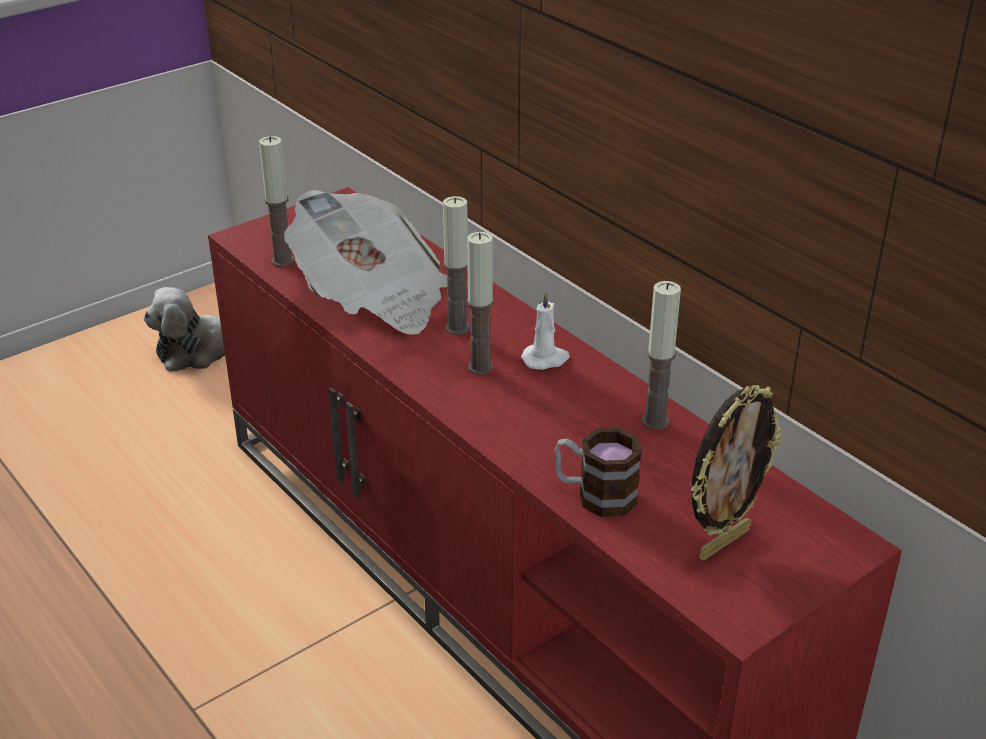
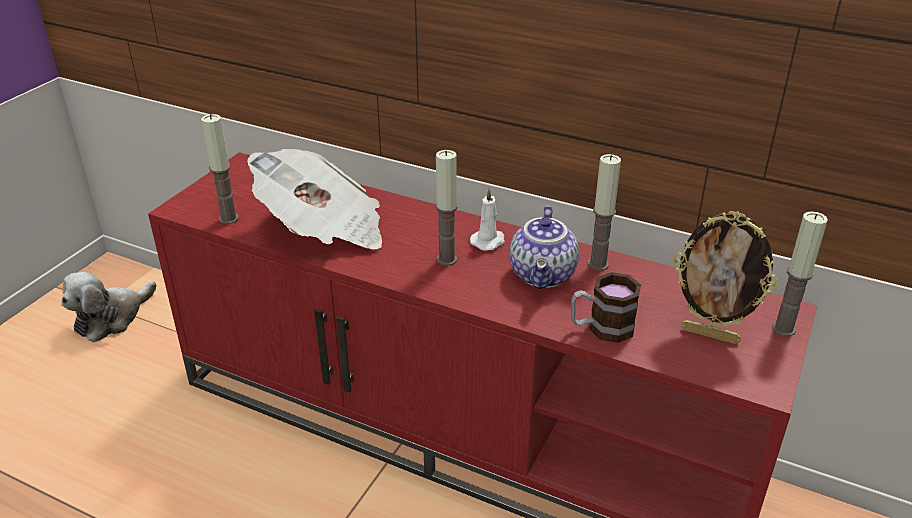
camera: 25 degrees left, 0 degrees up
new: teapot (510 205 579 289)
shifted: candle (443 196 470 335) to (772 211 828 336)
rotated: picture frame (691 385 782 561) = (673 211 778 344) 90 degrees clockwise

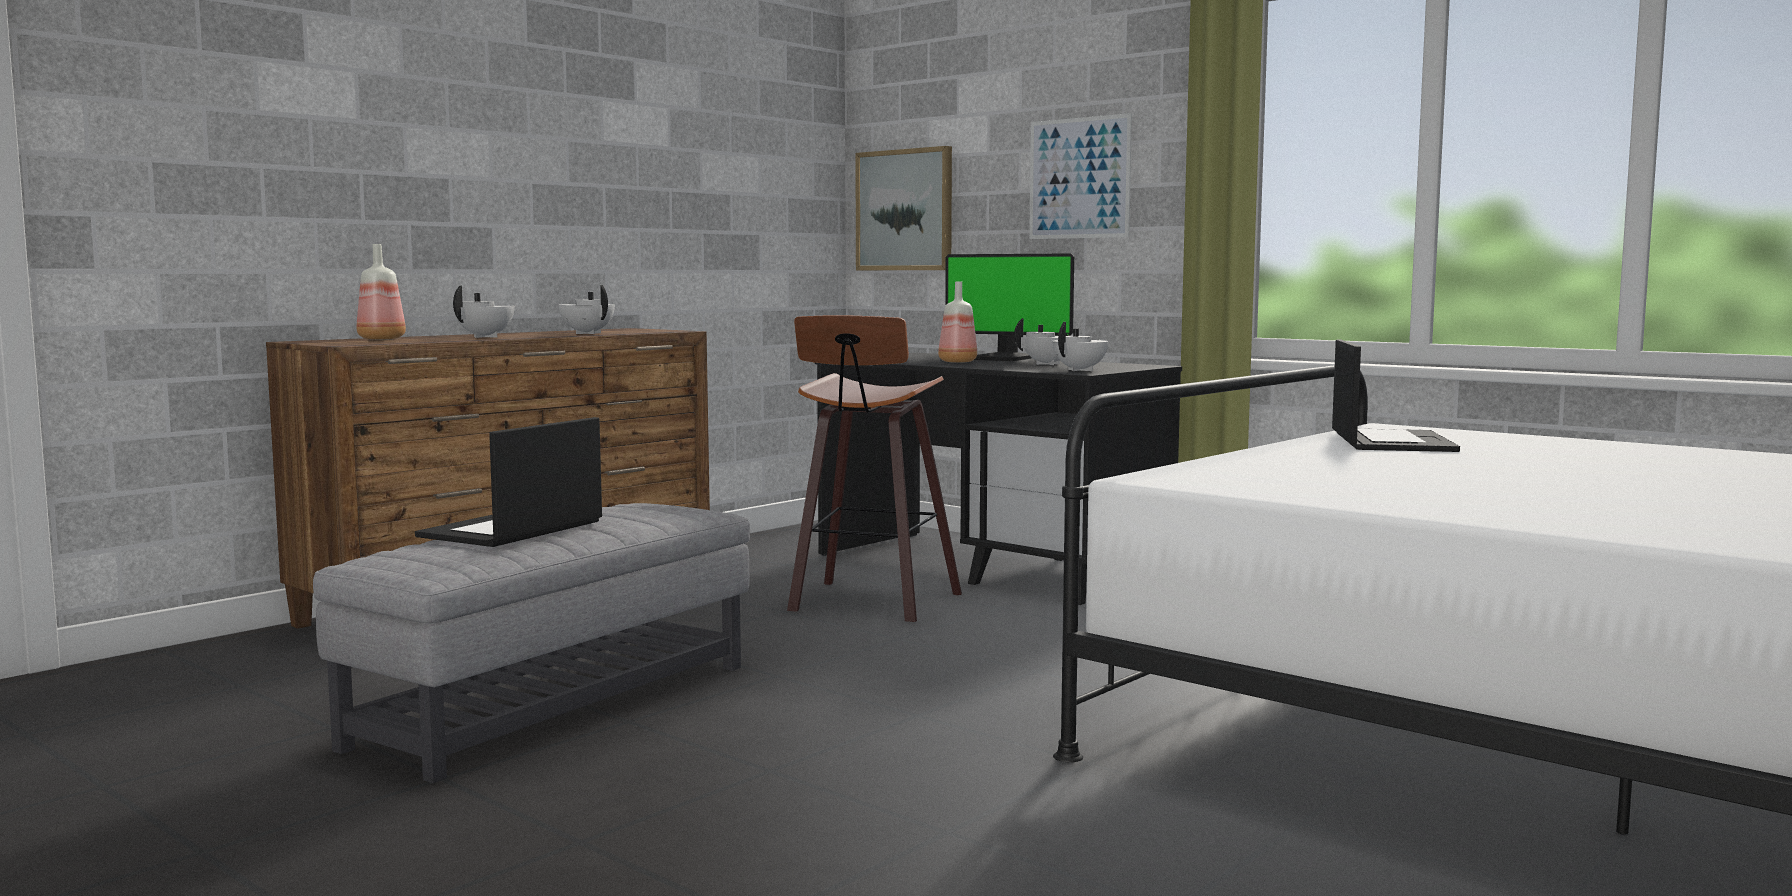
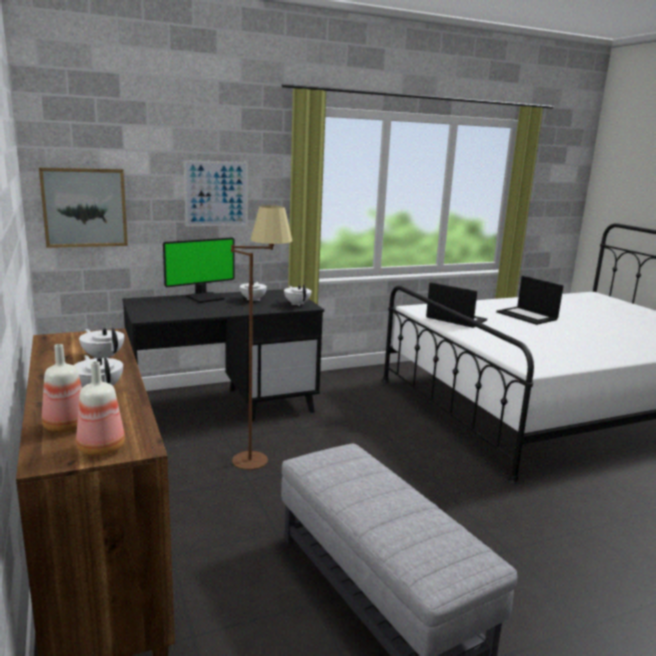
camera: 65 degrees left, 10 degrees up
shifted: laptop (415 417 602 547) to (496 276 563 325); bottle (938 281 977 363) to (76 361 125 456)
swapped: stool (787 315 962 622) to brown floor lamp (231 205 292 470)
rotated: white teapot (558 285 615 334) = (79 327 124 359) 60 degrees clockwise

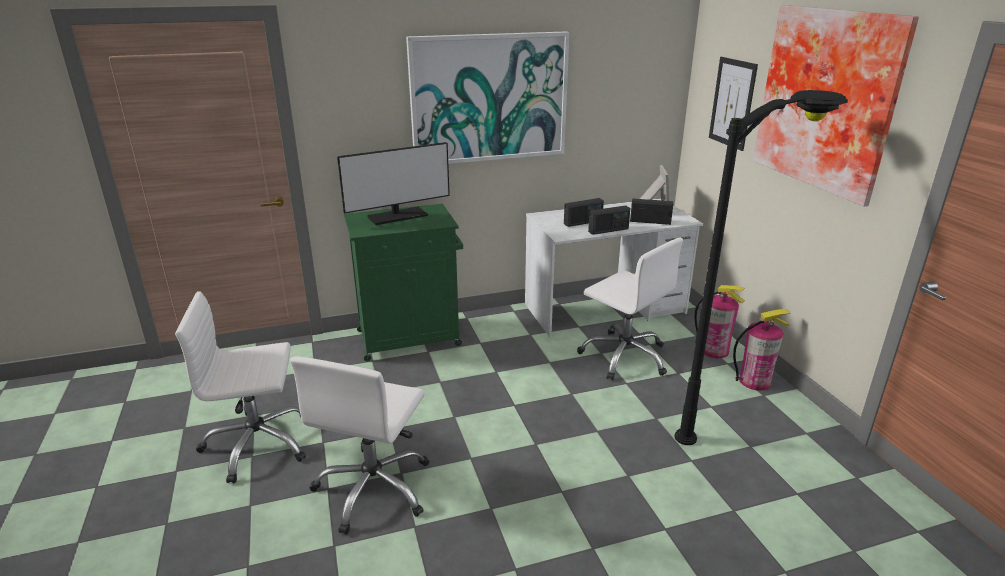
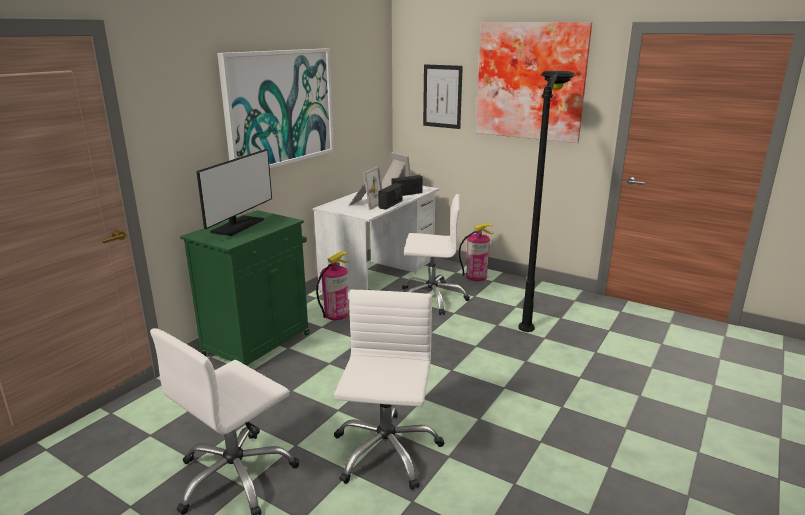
camera: 40 degrees left, 5 degrees down
shifted: fire extinguisher (733 309 791 391) to (316 251 349 320)
swapped: radio (564 198 604 227) to picture frame (349 166 382 210)
rotated: white office chair (290 356 429 535) = (334 290 444 490) 150 degrees counterclockwise

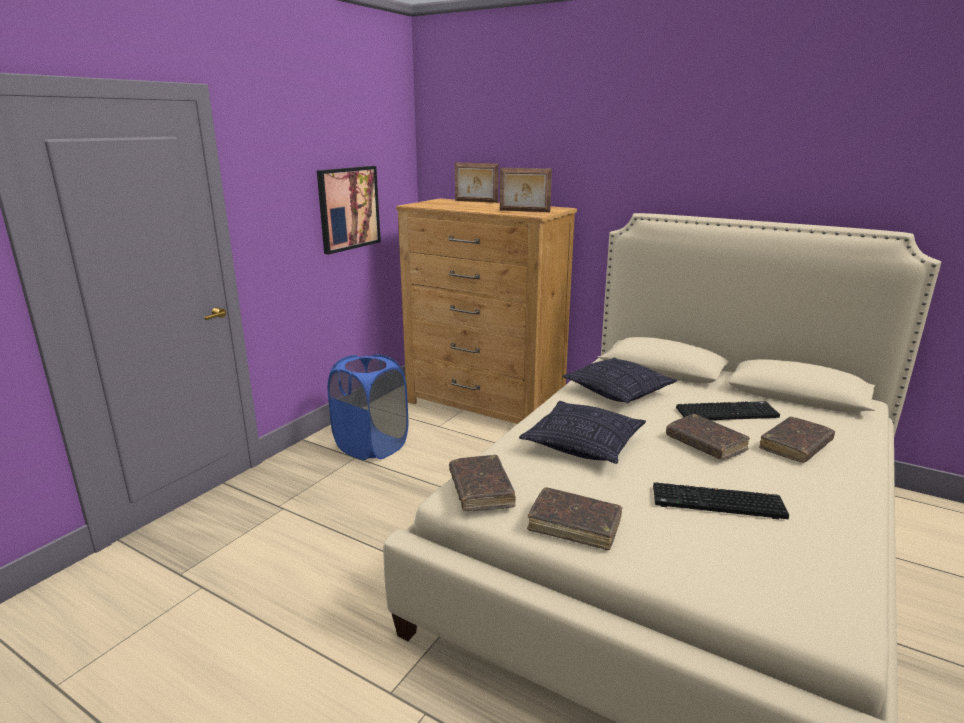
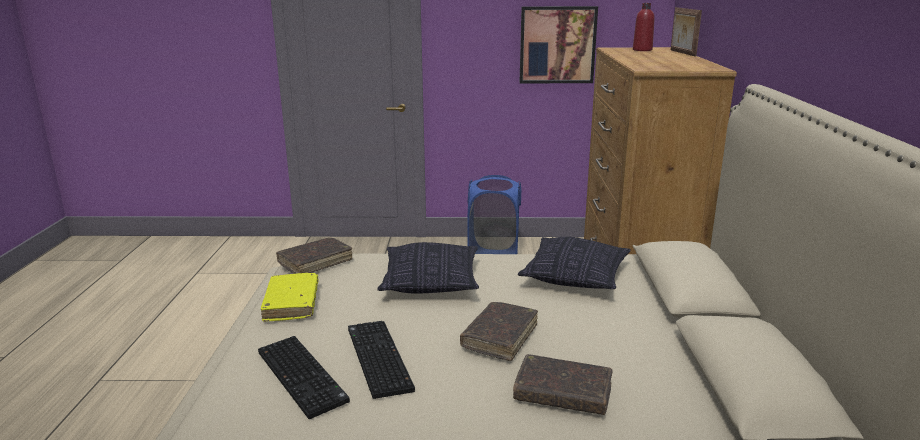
camera: 60 degrees right, 0 degrees up
gone: picture frame (500 168 552 212)
new: red bottle (633 3 655 51)
shifted: keyboard (676 401 780 420) to (258 336 350 419)
repainted: brown book (527 487 623 550) to yellow book (261 273 318 322)

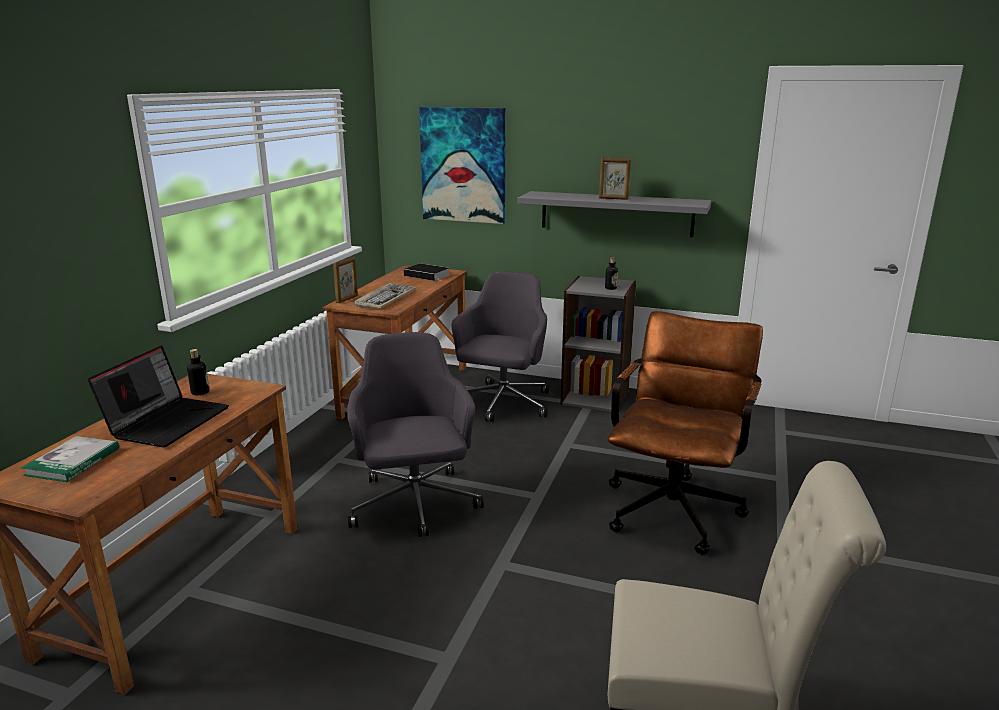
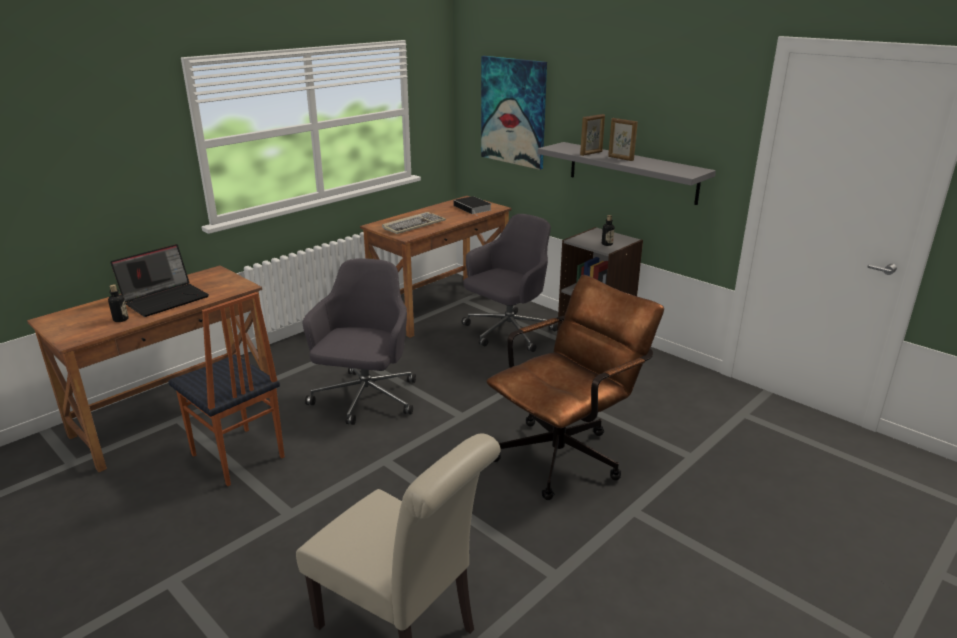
camera: 25 degrees right, 5 degrees up
gone: book (21 436 119 482)
new: chair (168 292 285 486)
shifted: bottle (187 349 209 395) to (108 284 129 322); picture frame (333 257 358 303) to (580 114 605 156)

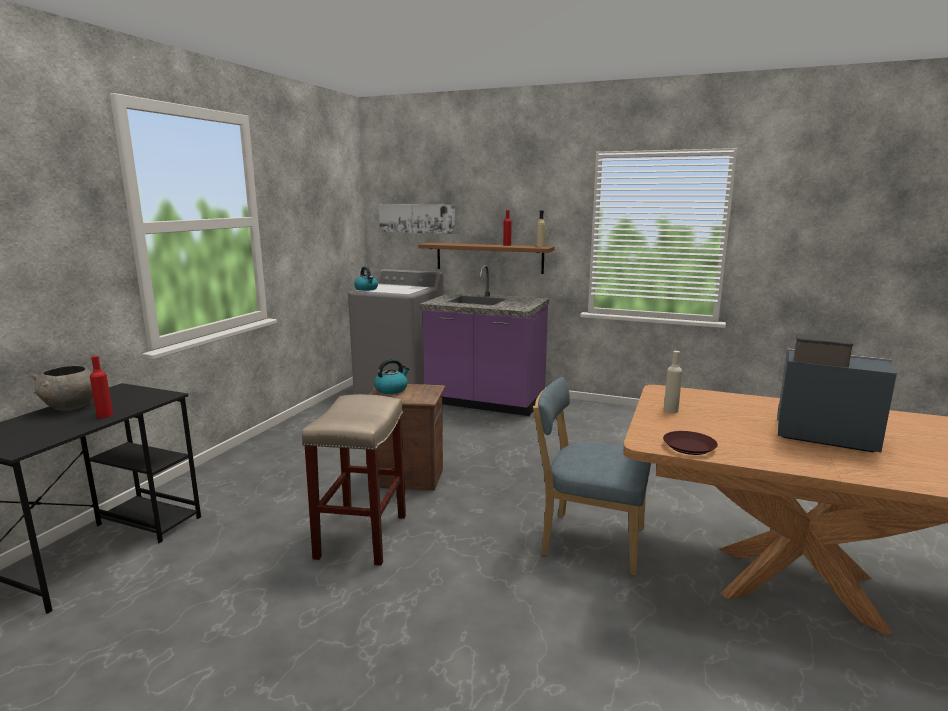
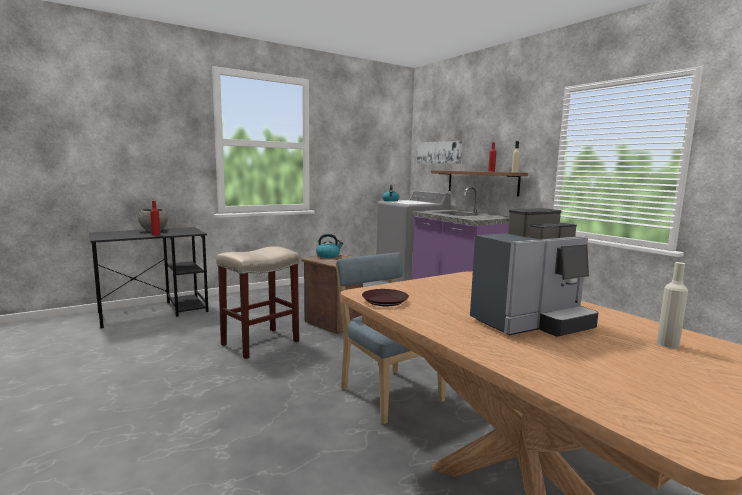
camera: 35 degrees right, 5 degrees down
shifted: beige bottle (664 351 682 413) to (657 262 688 348)
rotated: coffee machine (777 334 897 452) = (470 208 598 337) 90 degrees clockwise

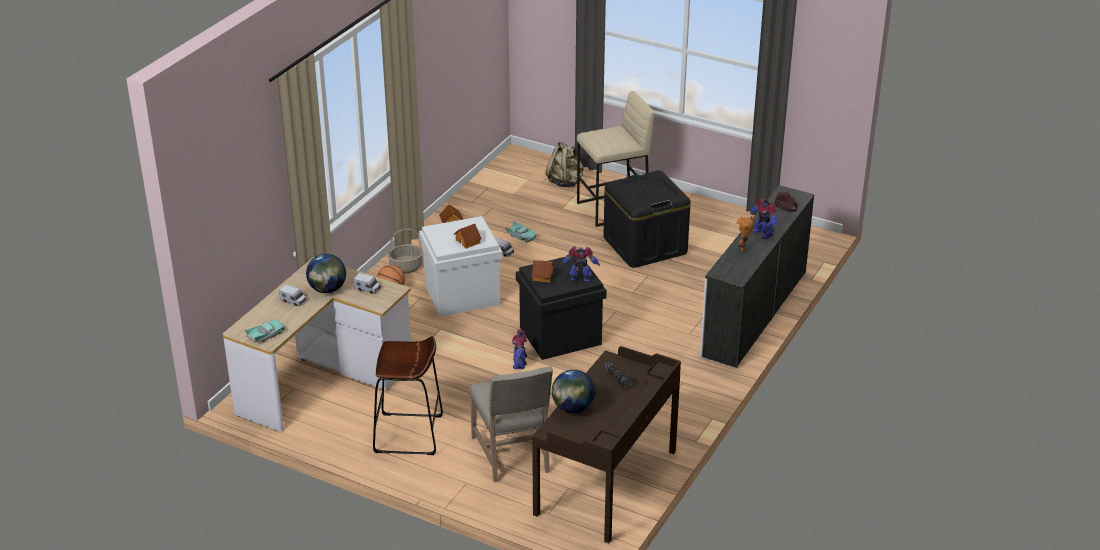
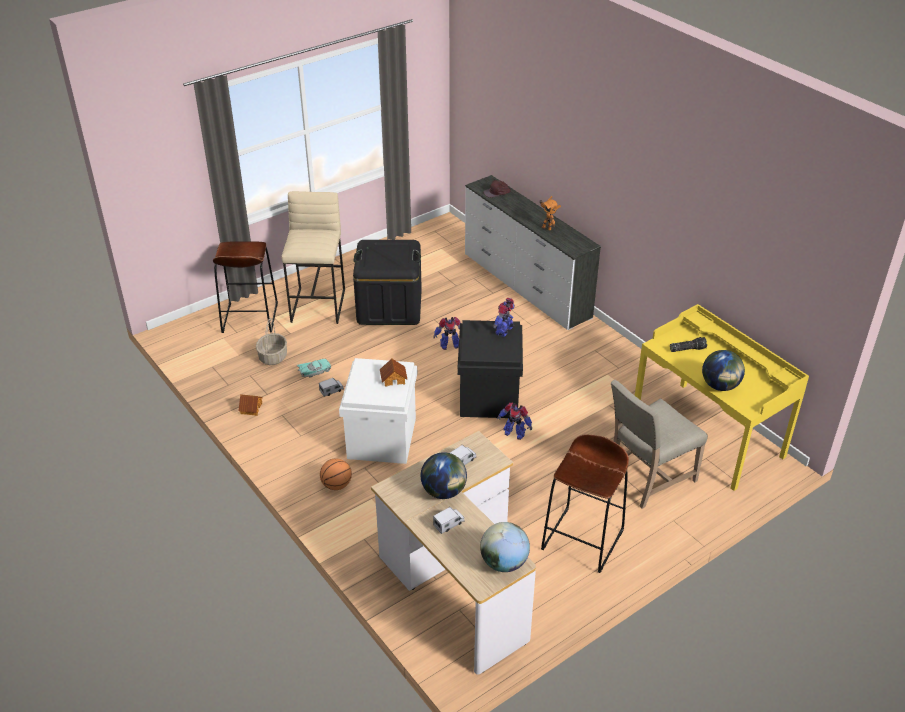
camera: 65 degrees left, 5 degrees up
gone: toy house (532 260 554 283)
shifted: basket (388 228 423 274) to (256 318 287 365); toy robot (750 199 778 239) to (433 317 461 350)
swapped: turquoise toy car (245 319 285 342) to globe (480 522 530 572); beige backpack (546 141 584 187) to brown stool (213 241 278 333)
repainted: brown desk (532 346 681 543) to yellow desk (635 304 809 491)
rotated: beige chair (469 366 553 483) = (611 380 708 509) 135 degrees clockwise

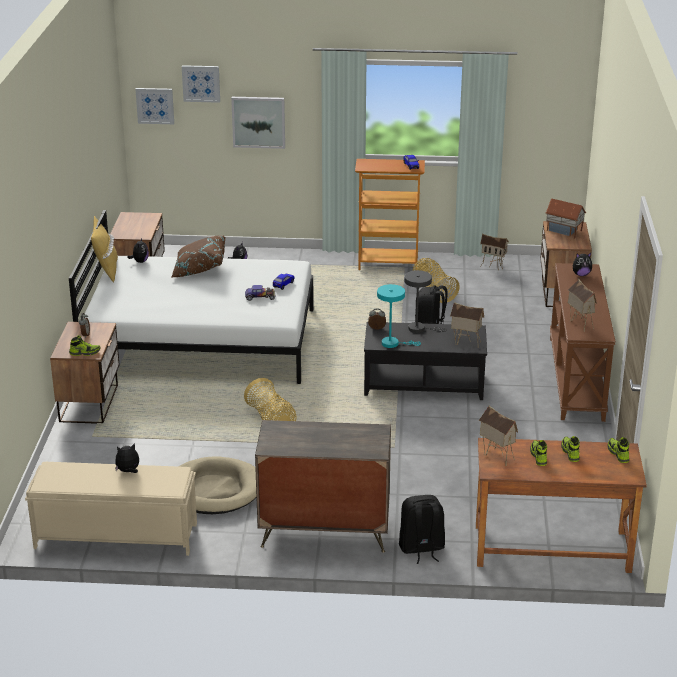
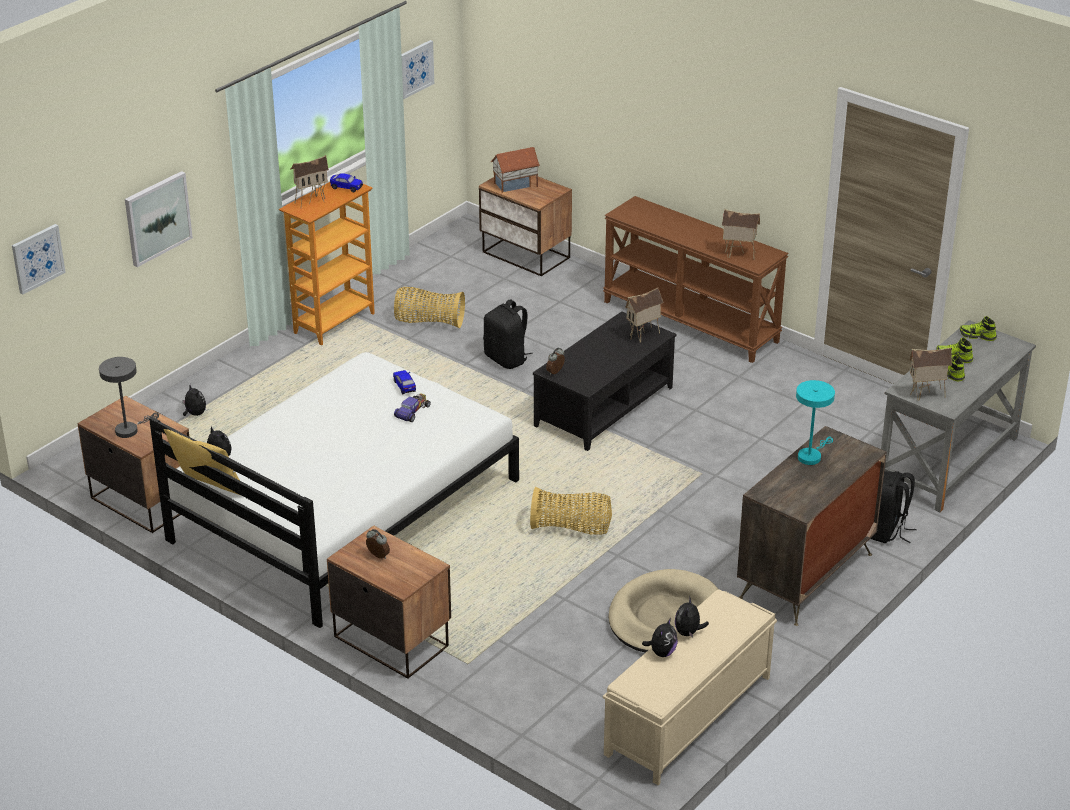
camera: 55 degrees left, 5 degrees up
gone: shoe (69 335 101 356); brown pillow (171 235 226 277)
shifted: picture (182 65 220 103) to (401 40 434 99); turquoise table lamp (377 284 421 348) to (796 380 835 465); grey table lamp (404 270 447 333) to (99 357 159 438); toy house (480 234 509 270) to (290 155 329 206); plush toy (573 253 592 276) to (642 618 678 657)
repainted: brown desk (476 438 647 573) to grey desk (881 320 1036 512)

